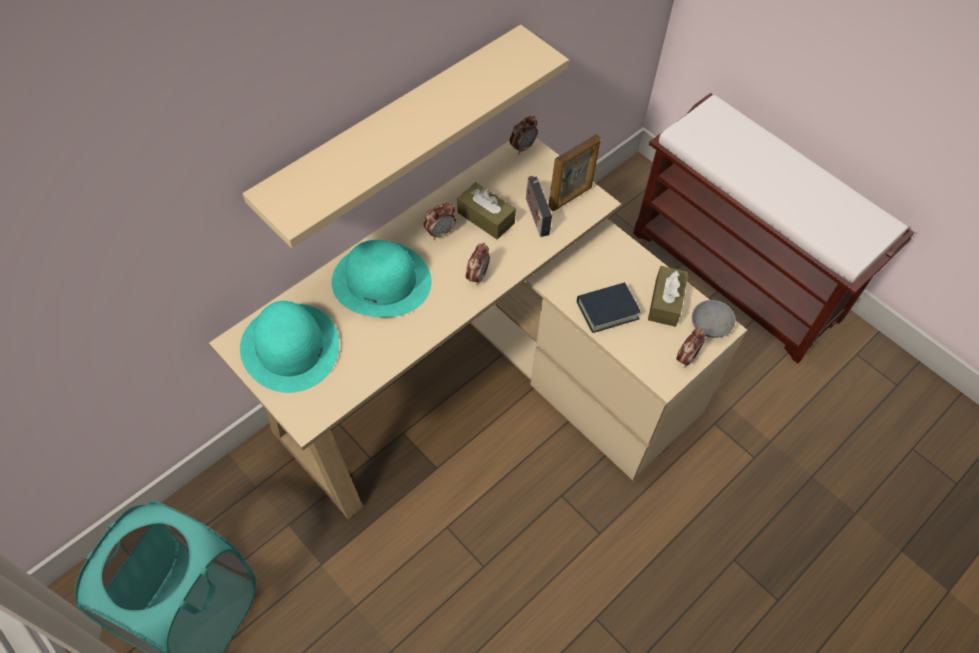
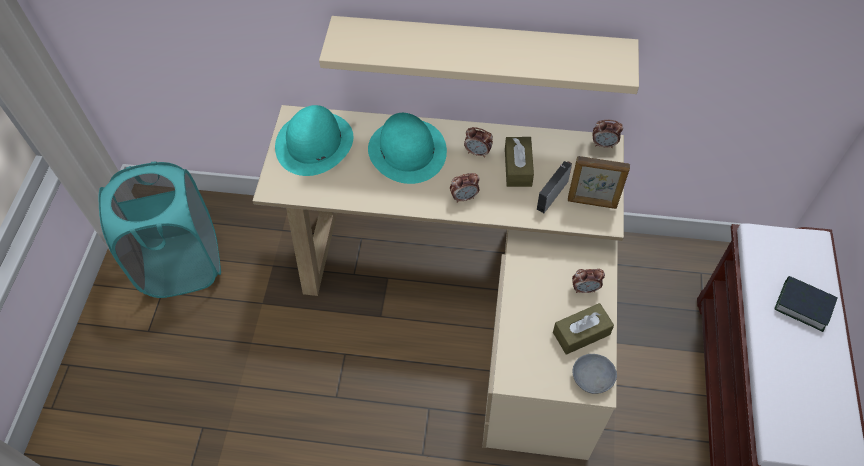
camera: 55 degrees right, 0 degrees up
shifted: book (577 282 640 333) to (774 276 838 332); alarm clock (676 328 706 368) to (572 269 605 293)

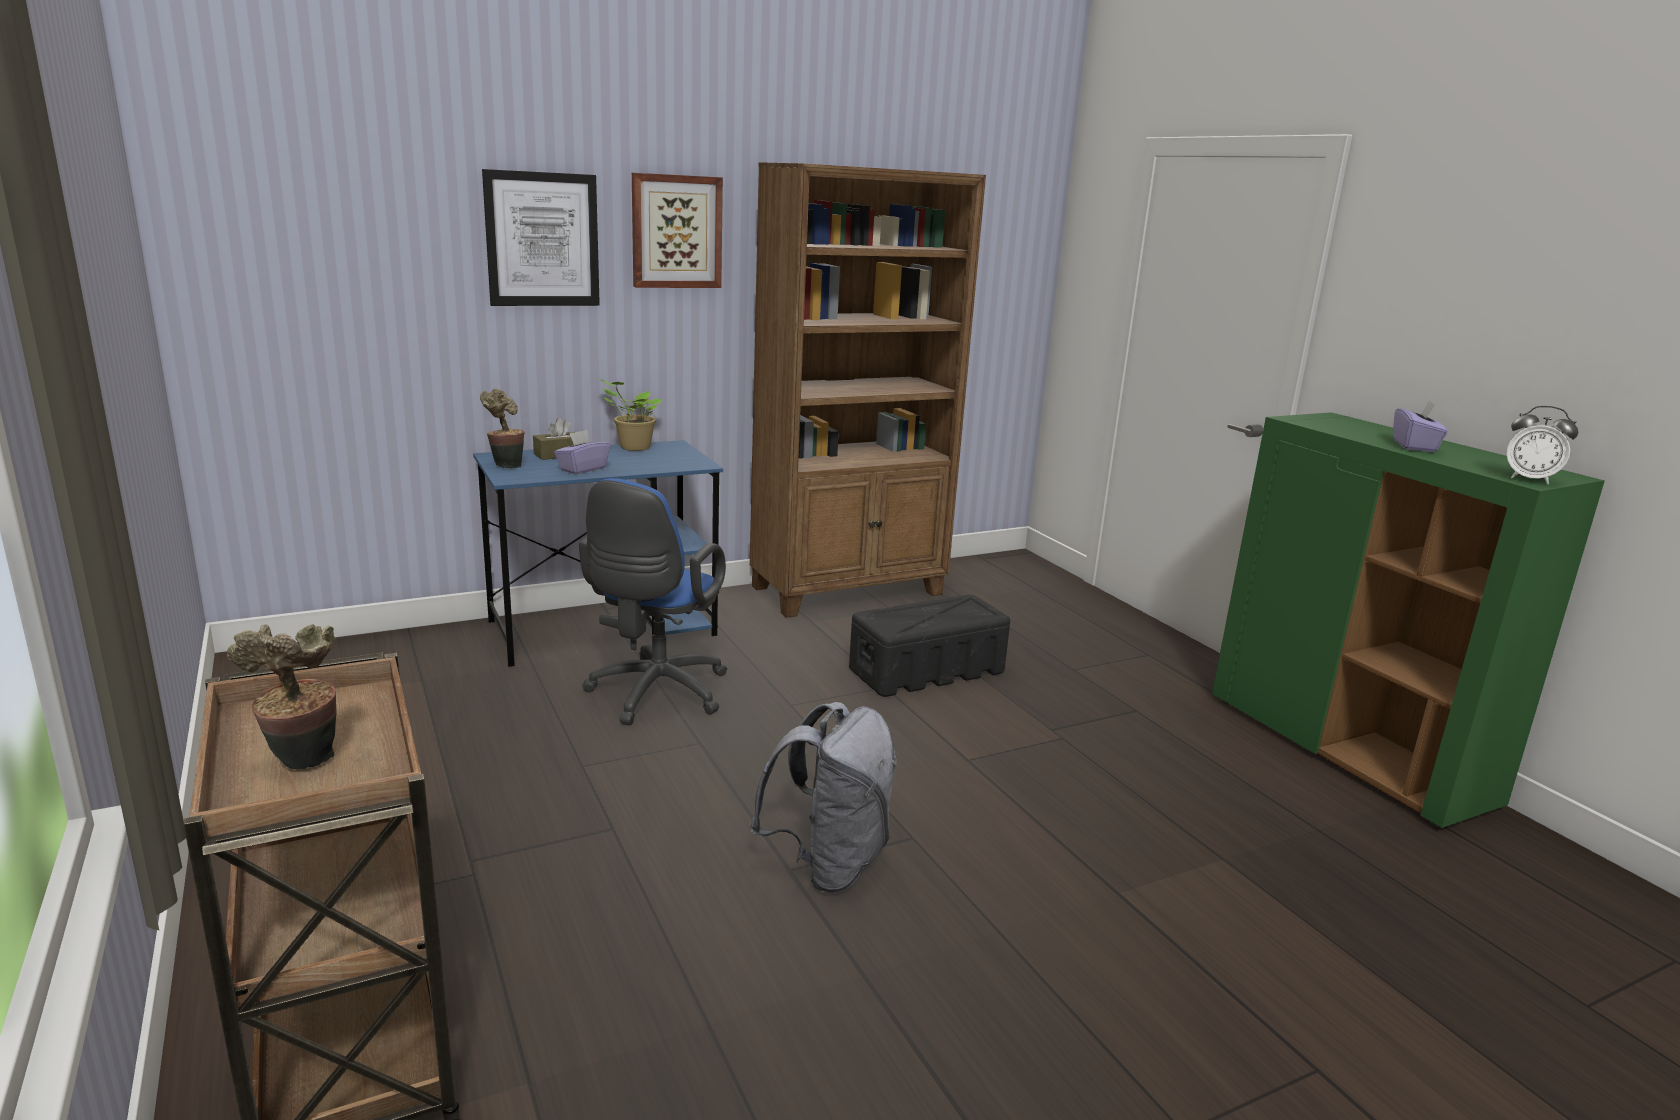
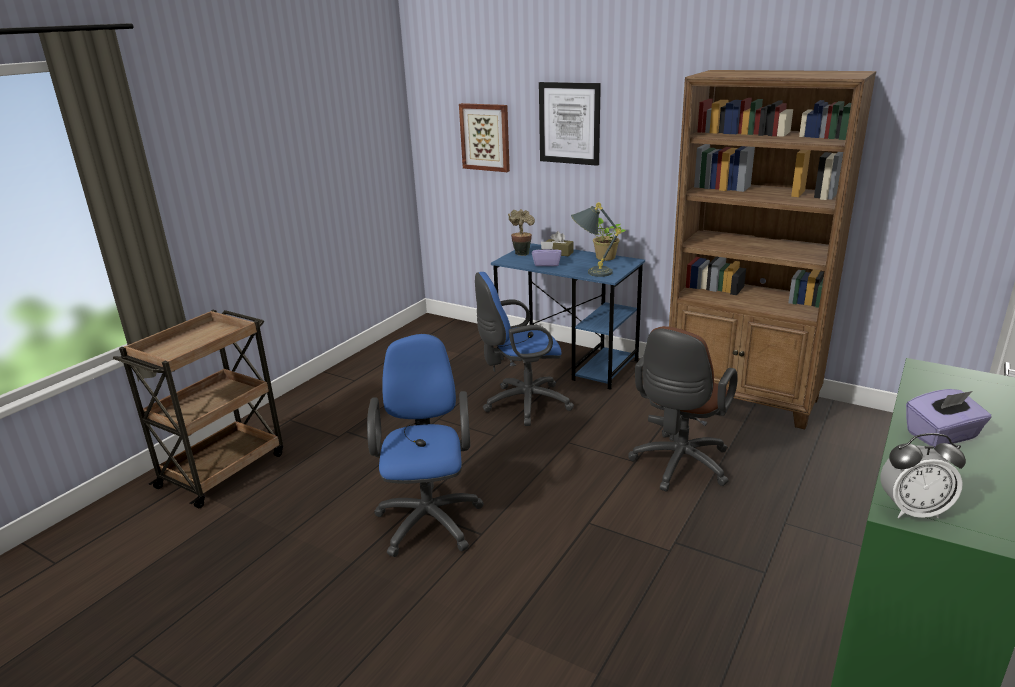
camera: 60 degrees right, 5 degrees up
gone: potted plant (227 624 337 769)
new: grey table lamp (571 202 621 277)
shifted: picture (632 173 723 288) to (459 103 510 172)
swapped: grey backpack (750 702 897 893) to blue office chair (367 334 484 557); black storage box (849 595 1010 697) to brown office chair (628 326 738 491)
rotated: alarm clock (1506 406 1578 485) = (881 433 966 518) 90 degrees counterclockwise

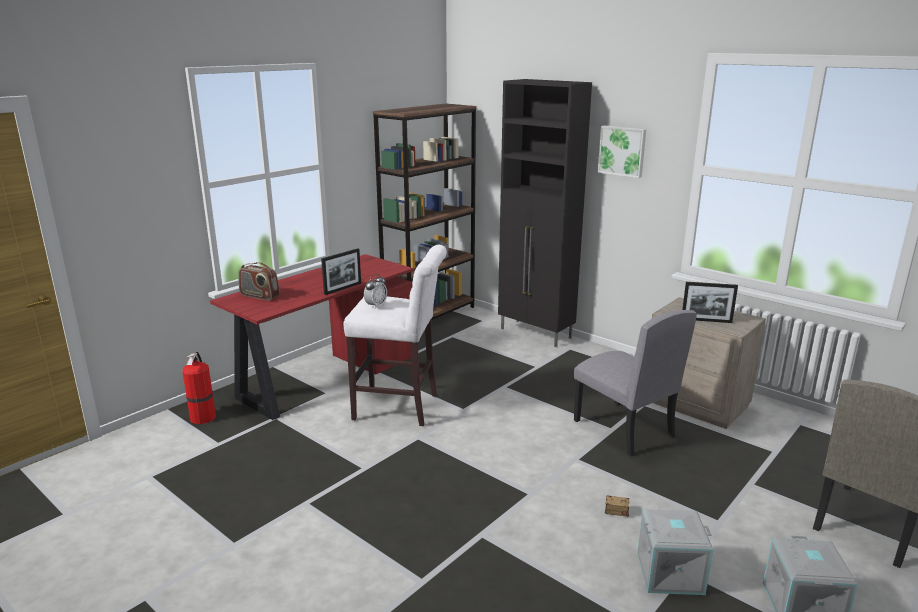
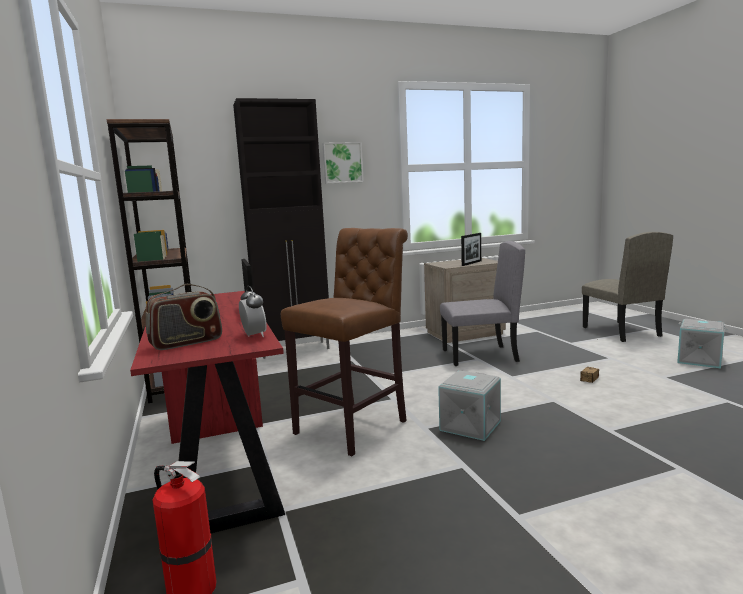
camera: 60 degrees left, 10 degrees down
shifted: alarm clock (364 274 387 309) to (239 286 267 337); grey storage box (637 509 713 595) to (438 370 501 441)
repainted: white stool (343 245 447 426) to brown stool (281 228 408 456)

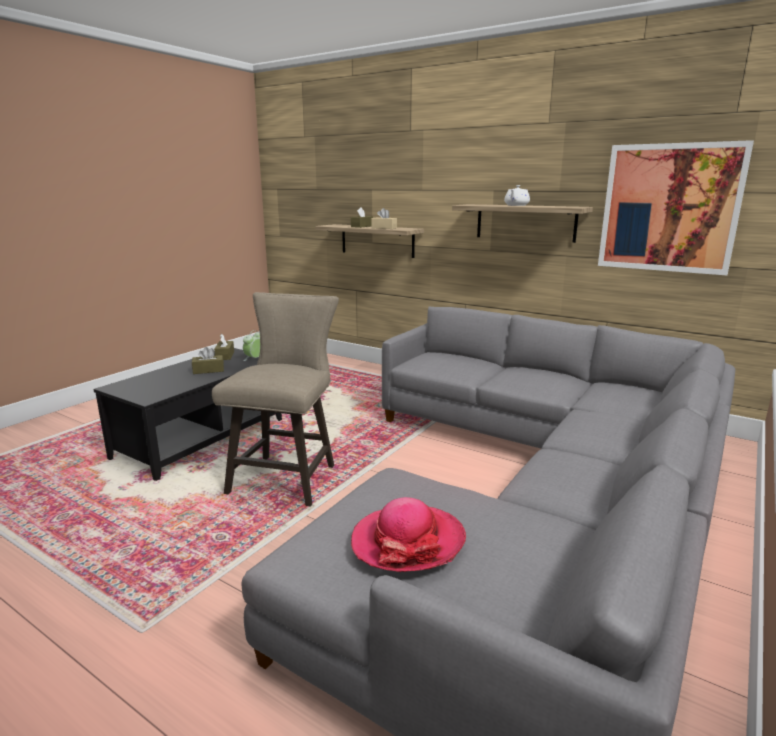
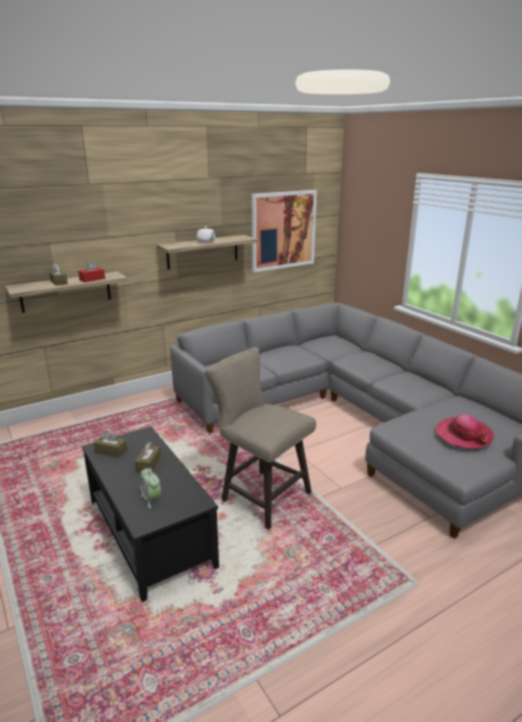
camera: 65 degrees left, 5 degrees up
shifted: alarm clock (243 330 260 361) to (140 468 161 508)
repainted: beige tissue box (371 208 397 229) to red tissue box (78 261 105 282)

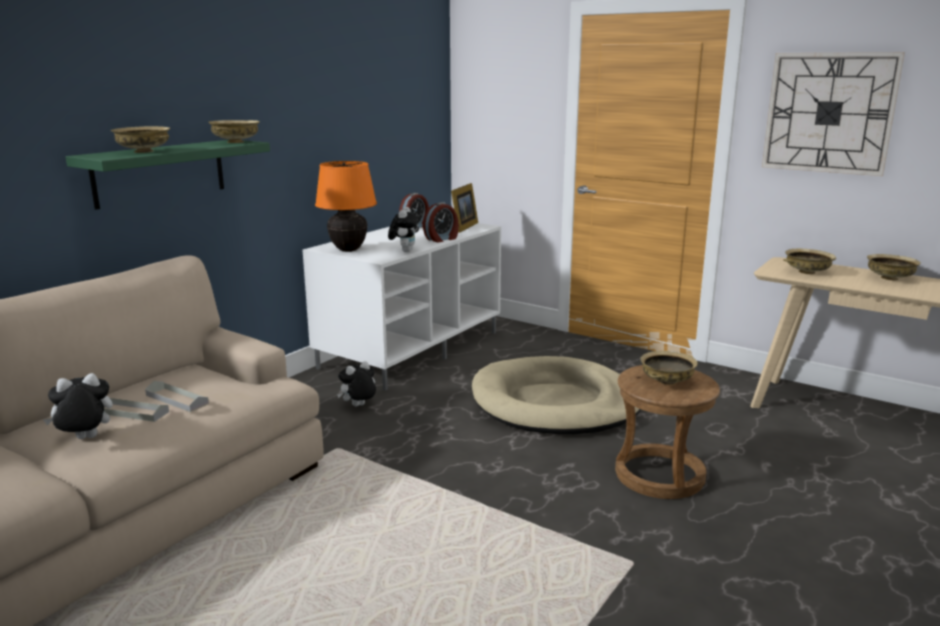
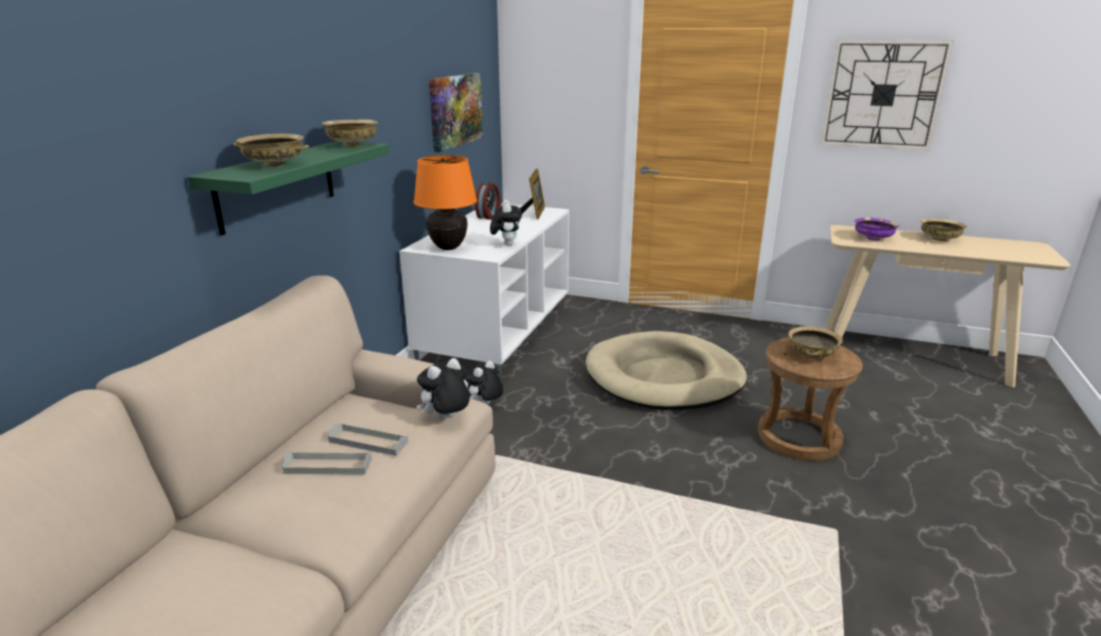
camera: 15 degrees left, 5 degrees up
gone: alarm clock (423 202 459 242)
new: picture (429 73 483 152)
shifted: plush toy (43 373 113 439) to (416 358 470 419)
repainted: beige bowl (783 249 836 274) to purple bowl (854 217 899 241)

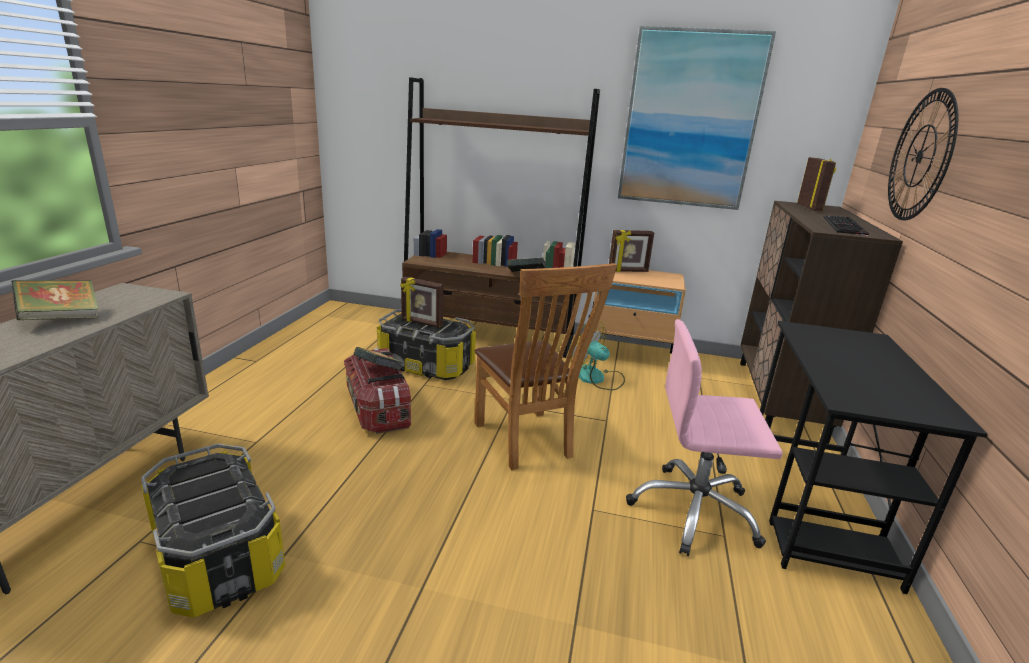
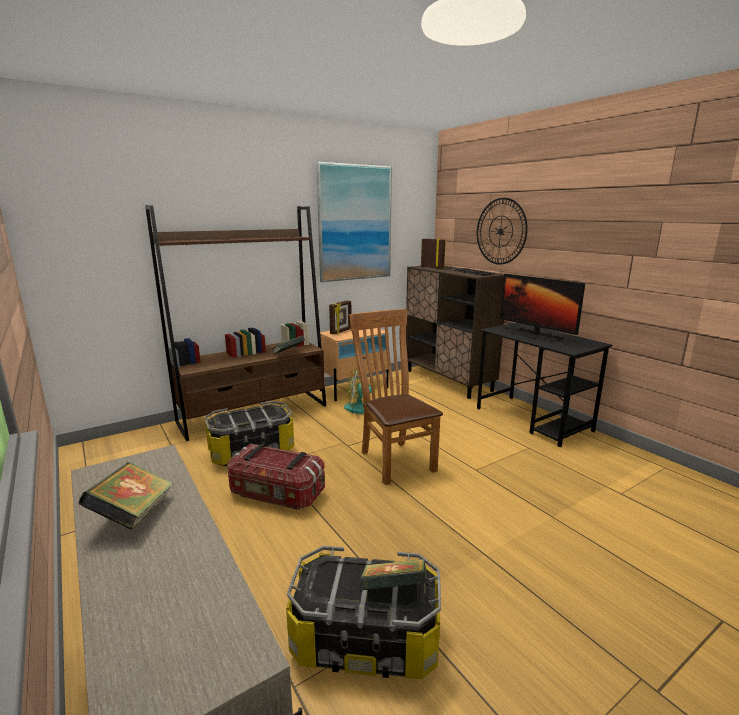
camera: 45 degrees left, 5 degrees down
gone: picture frame (400 276 443 328); pink office chair (626 319 783 556)
new: monitor (500 274 585 342)
shifted: book (354 347 404 371) to (361 559 426 590)
rotated: brown chair (474 263 617 470) = (349 309 443 485) 135 degrees counterclockwise

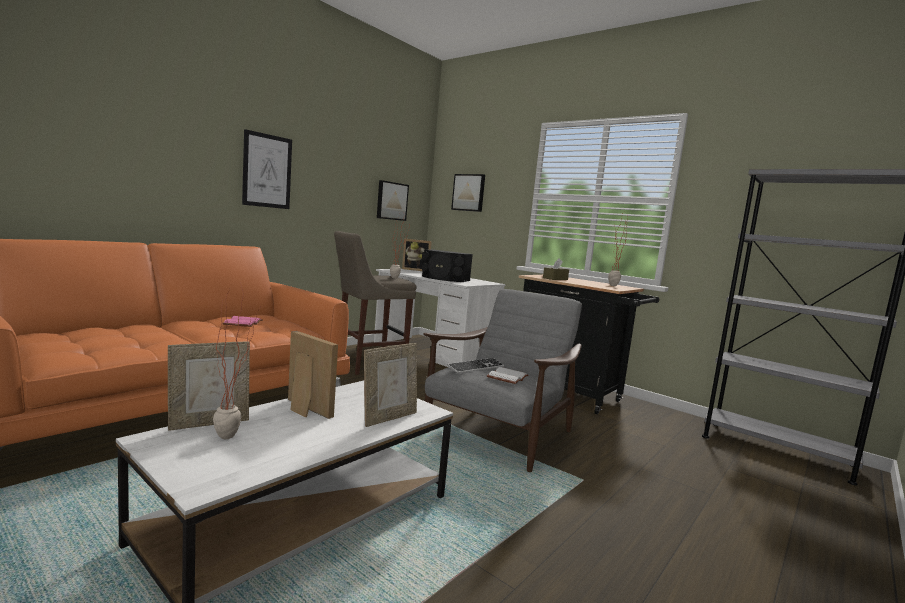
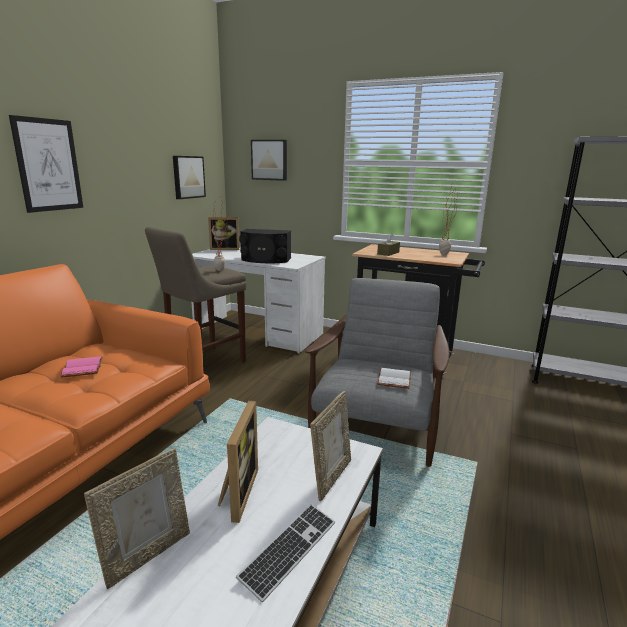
camera: 15 degrees left, 10 degrees up
gone: potted plant (213 282 262 439)
shifted: keyboard (447 358 504 373) to (236 504 335 602)
rotated: picture frame (288 331 338 419) = (218 400 258 523) 75 degrees clockwise

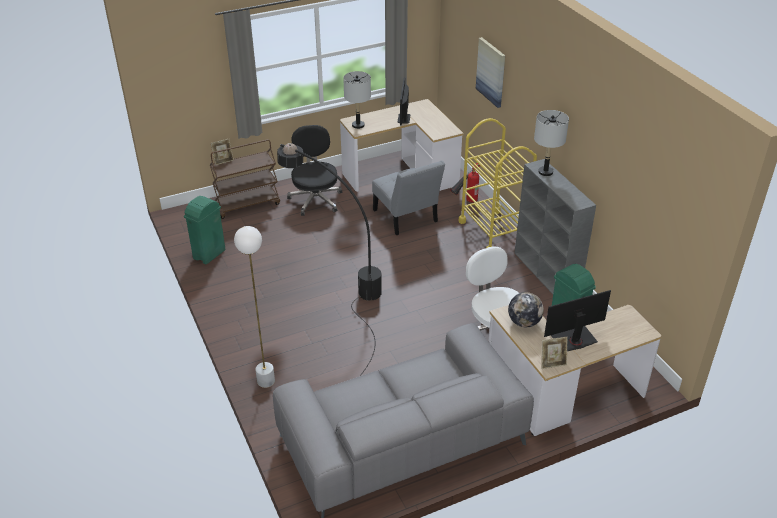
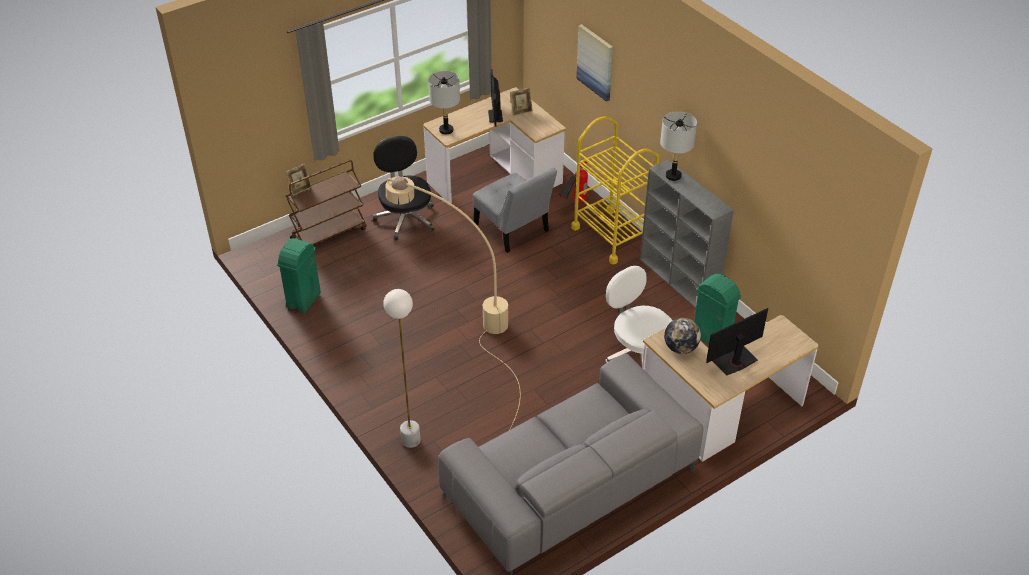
camera: 10 degrees left, 5 degrees up
shifted: picture frame (541 337 568 369) to (510 88 533 116)
repainted: black floor lamp (277 143 382 376) to beige floor lamp (386 176 521 430)

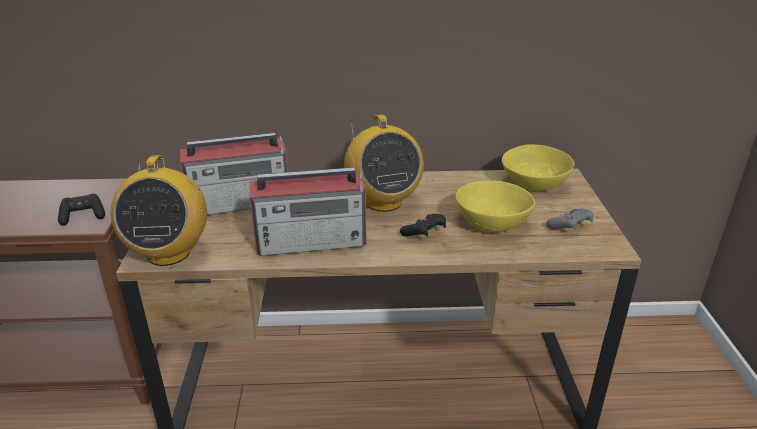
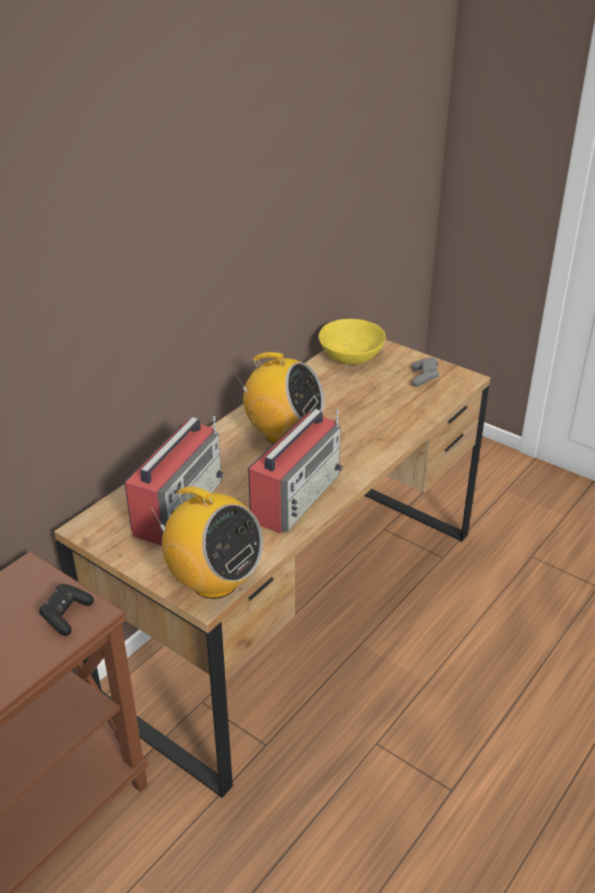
camera: 50 degrees left, 5 degrees up
gone: black game controller (400 214 446 237); yellow bowl (455 180 535 232)

